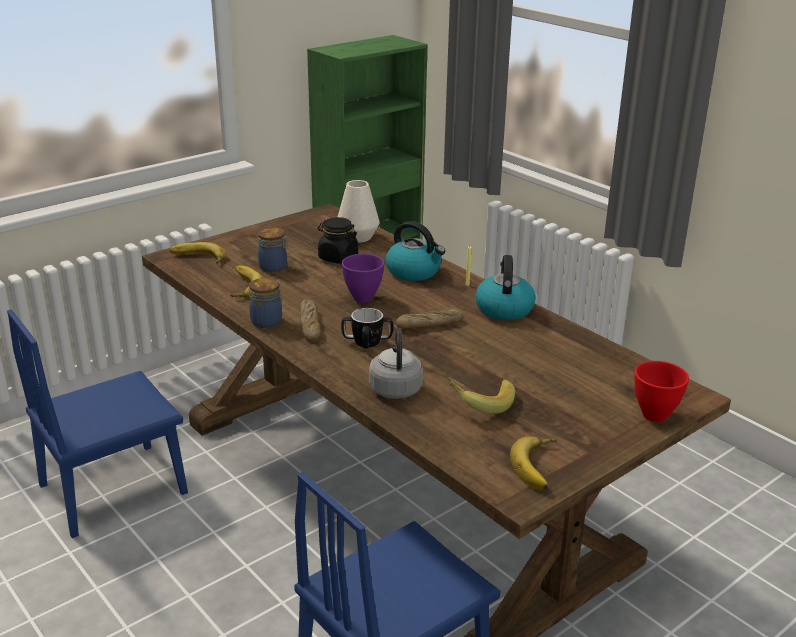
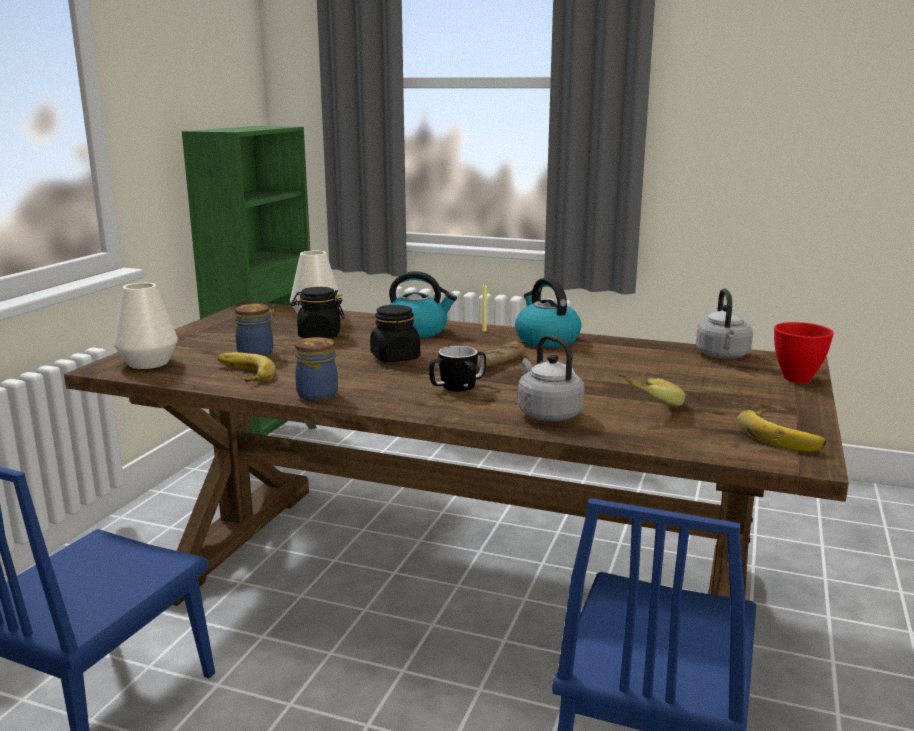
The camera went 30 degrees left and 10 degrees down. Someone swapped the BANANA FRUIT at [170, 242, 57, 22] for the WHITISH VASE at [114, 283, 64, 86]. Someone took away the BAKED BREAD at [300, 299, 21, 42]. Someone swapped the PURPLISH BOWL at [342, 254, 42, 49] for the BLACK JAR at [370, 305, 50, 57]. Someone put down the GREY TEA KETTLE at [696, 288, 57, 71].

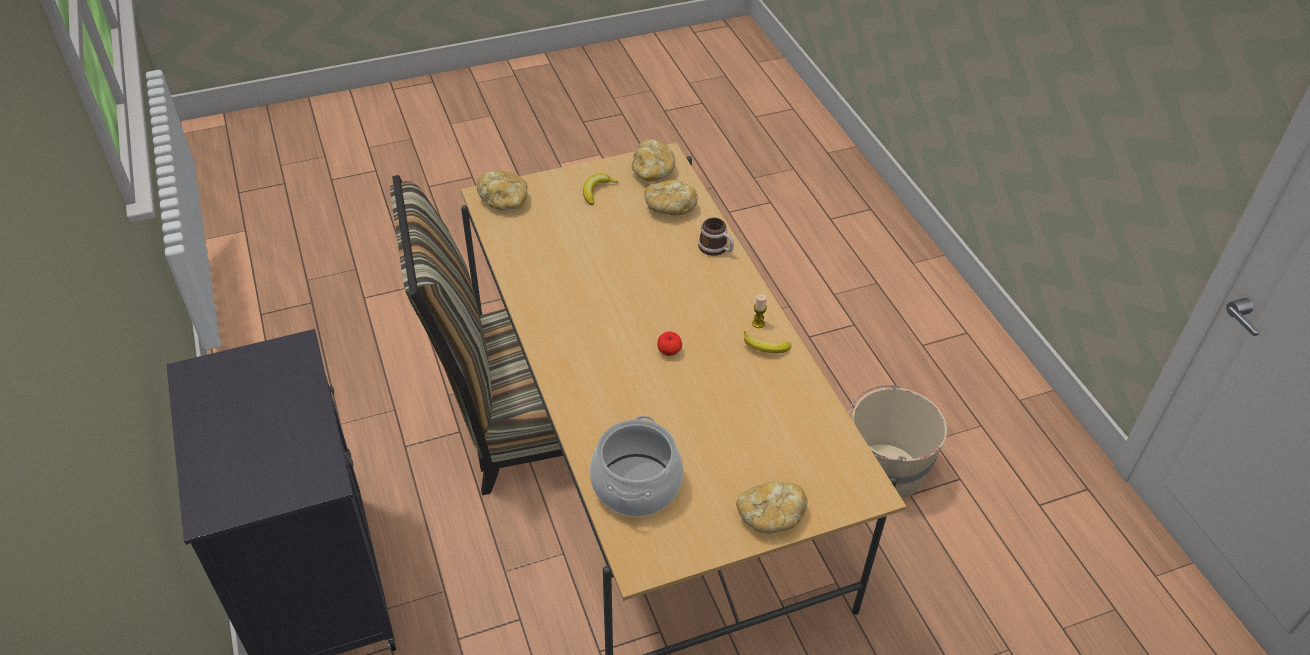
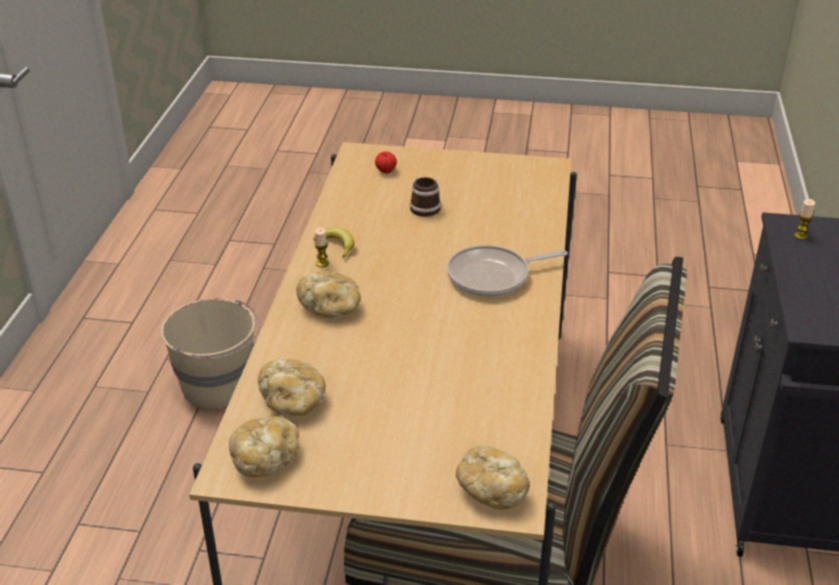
The camera went 150 degrees left and 10 degrees down. Someone took away the BANANA FRUIT at [583, 174, 36, 31]. Someone took away the COOKING POT at [590, 415, 94, 102]. Someone carried the WHOLE APPLE from [657, 331, 25, 25] to [375, 151, 22, 22]. Someone carried the MUG from [698, 218, 36, 38] to [410, 177, 31, 40]. Someone carried the BAKED BREAD from [736, 481, 72, 52] to [296, 271, 65, 47]. Someone put down the FRYING PAN at [447, 245, 121, 52]. Someone put down the CANDLE at [794, 199, 21, 41].

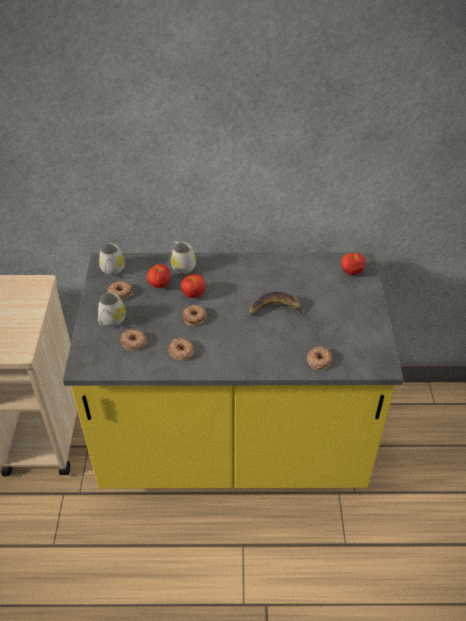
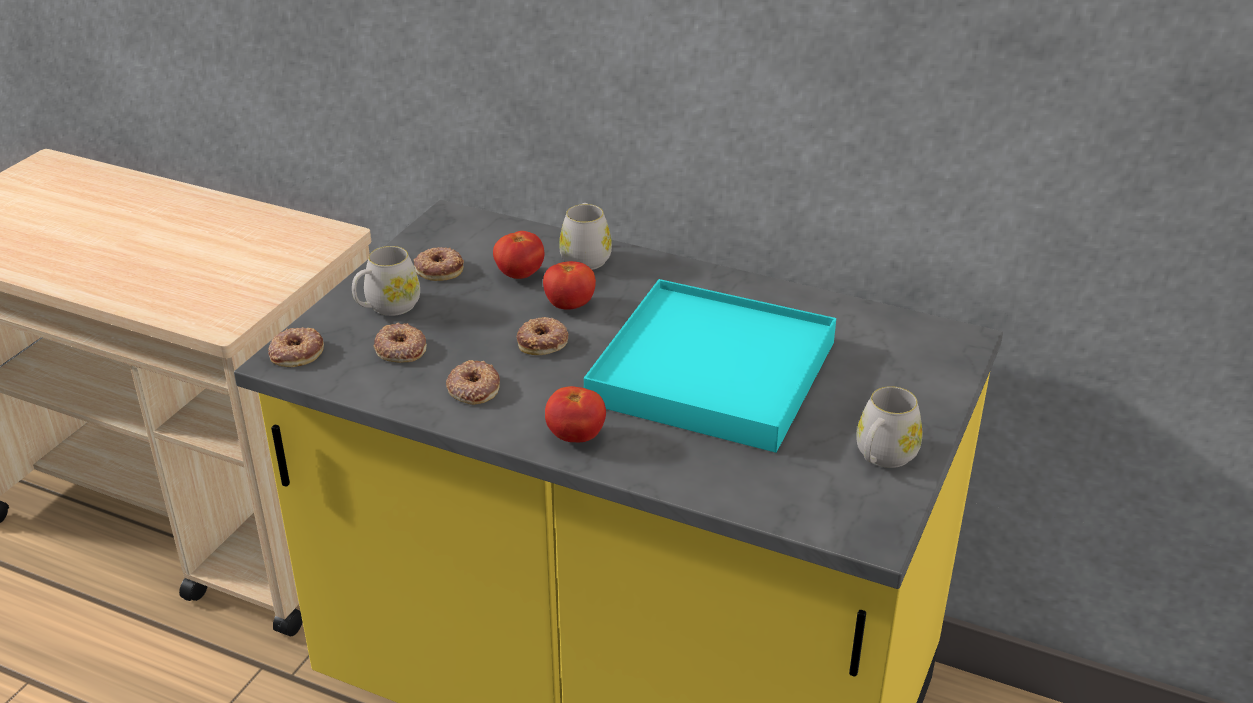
The camera went 25 degrees right and 10 degrees down. Someone carried the WHITISH MUG from [99, 243, 26, 32] to [856, 386, 66, 82]. Someone swapped the BANANA FRUIT at [250, 292, 54, 26] for the TURQUOISE TRAY at [584, 279, 252, 174]. Someone carried the DONUT from [306, 346, 26, 24] to [268, 327, 56, 40]. Someone carried the FRESH TOMATO from [341, 253, 25, 22] to [545, 386, 61, 56].

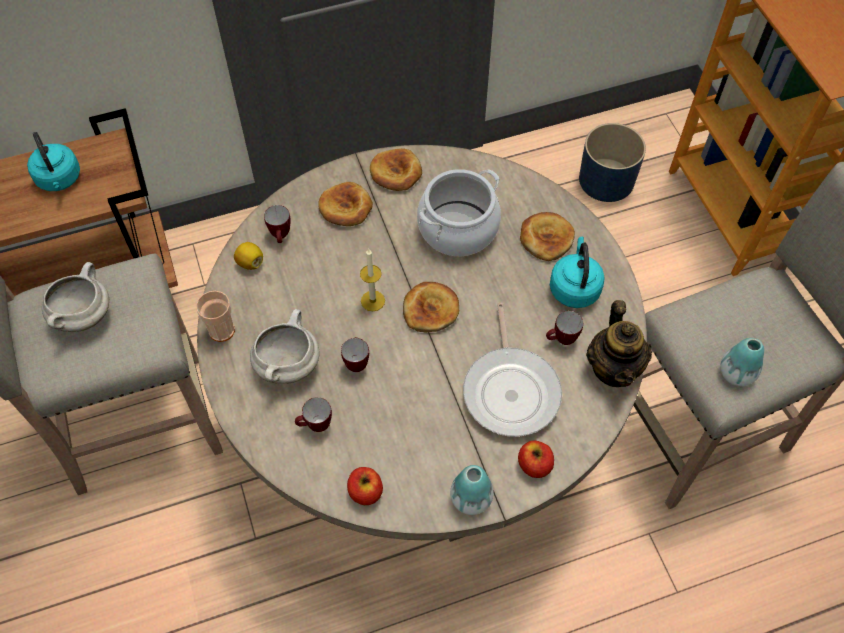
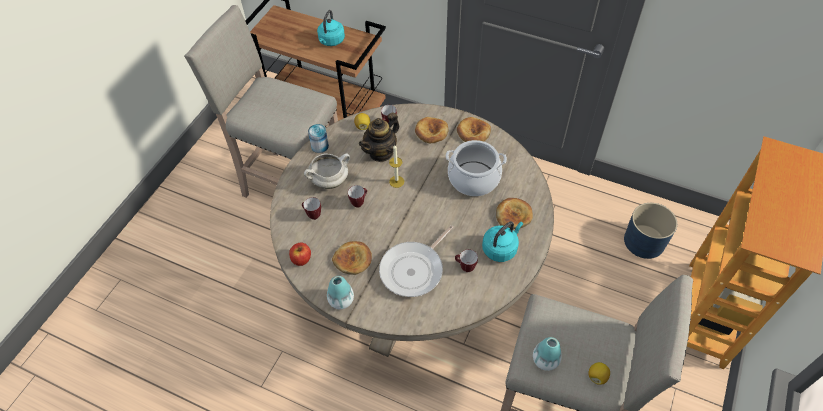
The camera went 45 degrees right and 5 degrees down. Someone took away the WHITISH COOKING POT at [42, 262, 67, 70]. Someone swapped the DRINKING CUP at [196, 291, 39, 51] for the SEALED CAN at [308, 124, 21, 29]. Someone carried the BAKED BREAD from [403, 282, 56, 50] to [332, 241, 40, 34]. Someone took away the WHOLE APPLE at [518, 441, 36, 37]. Someone carried the TEAPOT from [586, 300, 66, 87] to [359, 112, 41, 50]. Someone put down the LEMON at [588, 362, 22, 23].

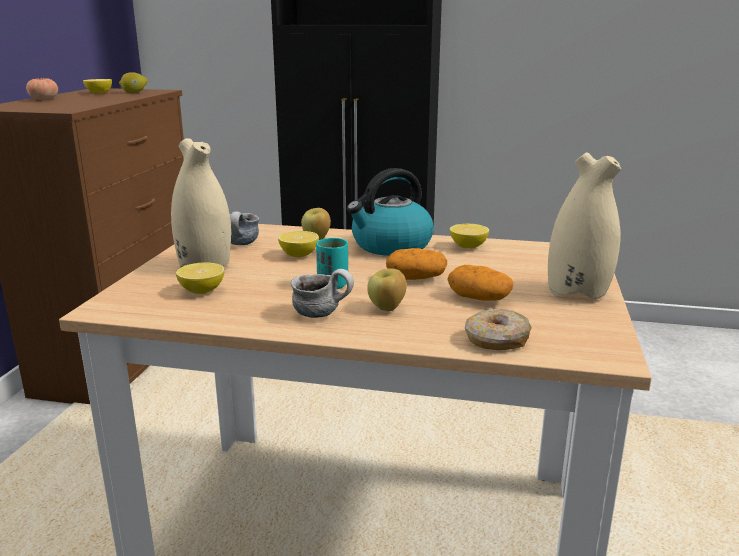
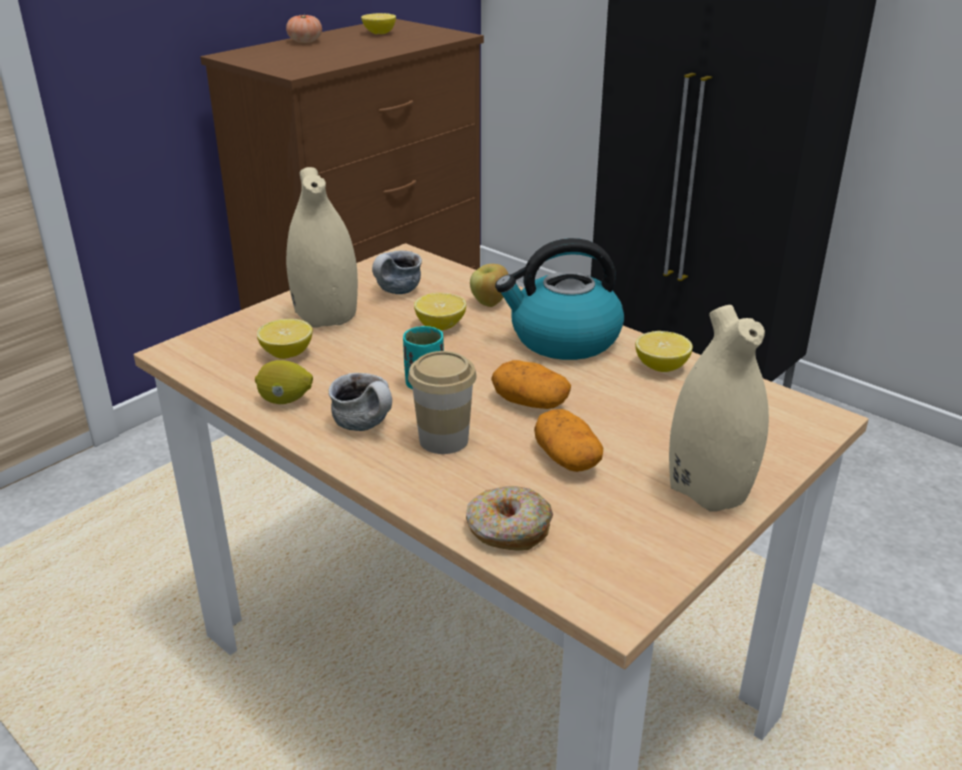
The camera went 30 degrees right and 10 degrees up. Someone carried the LEMON from [119, 72, 28, 21] to [255, 360, 58, 44]. Someone swapped the WHOLE APPLE at [367, 269, 40, 42] for the DRINKING CUP at [408, 351, 69, 103].

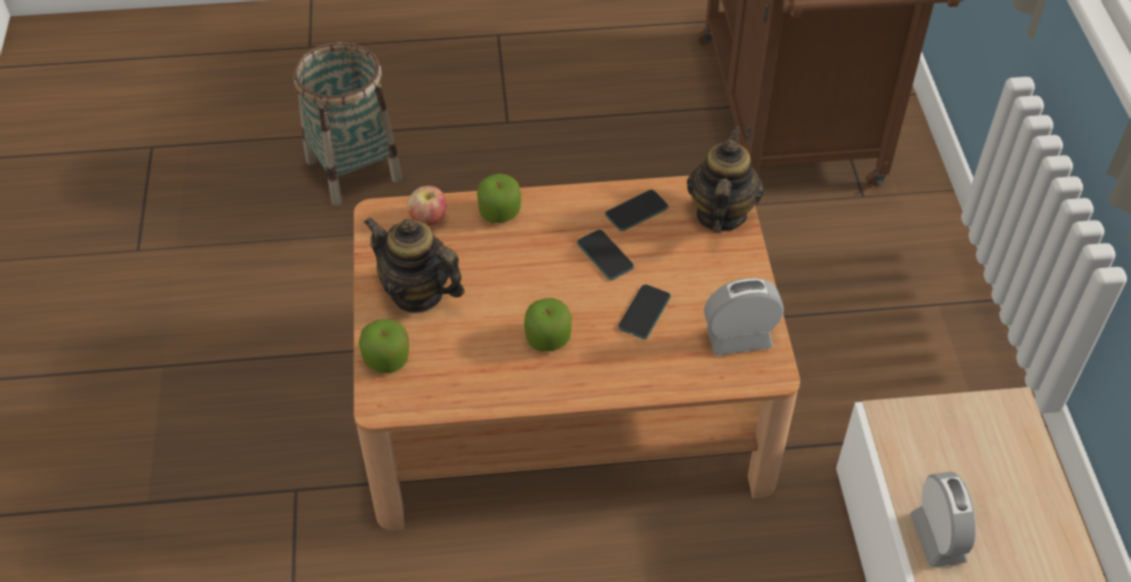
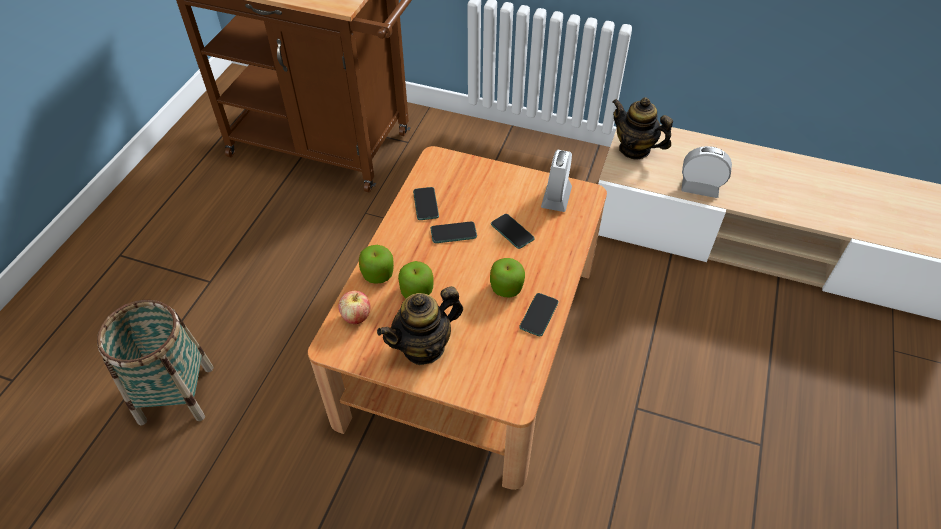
The camera went 65 degrees left and 0 degrees up. Someone carried the WHOLE APPLE from [359, 319, 50, 54] to [398, 261, 36, 37]. Someone carried the TEAPOT from [687, 126, 77, 107] to [612, 97, 61, 62]. Someone put down the HANDSET at [519, 293, 39, 43].

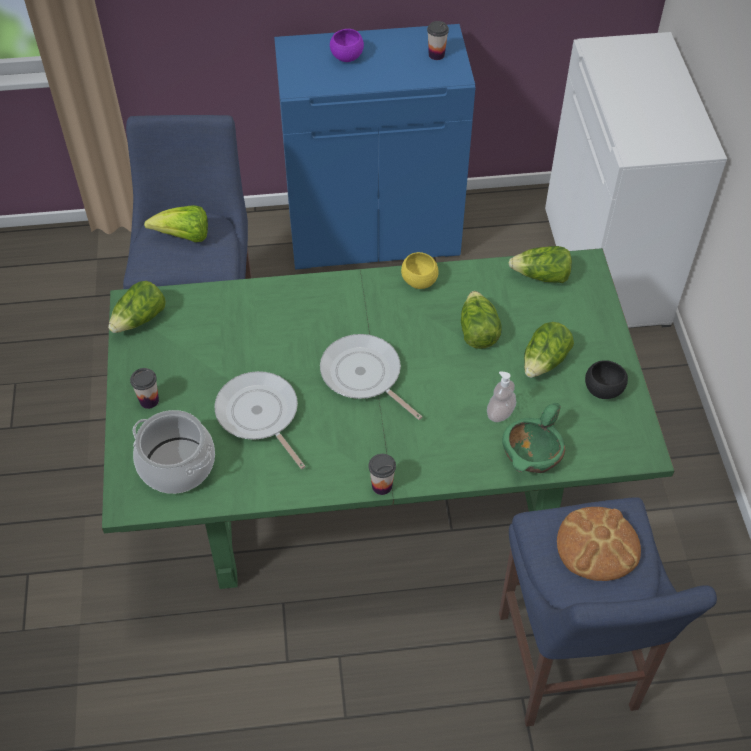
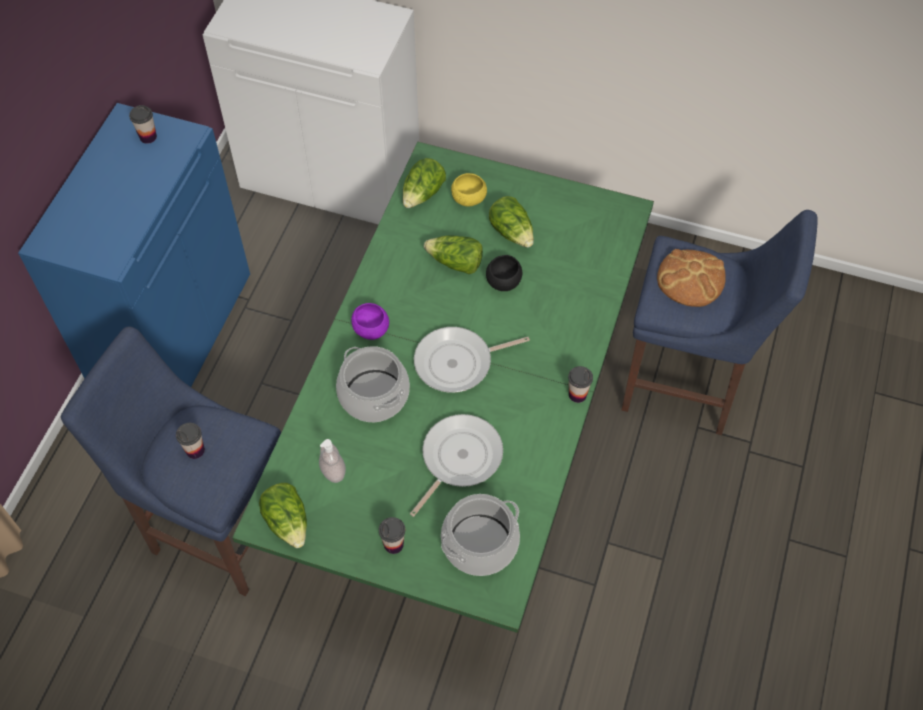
The camera went 65 degrees left and 5 degrees up. Someone swapped the LETTUCE at [144, 205, 64, 37] for the DRINKING CUP at [176, 423, 29, 36]. Someone rotated the FRYING PAN at [215, 371, 91, 98] by 135 degrees clockwise. Someone carried the PURPLISH BOWL from [330, 29, 34, 33] to [351, 303, 38, 37]. Someone carried the YELLOW-COLOURED BOWL from [401, 252, 38, 37] to [451, 173, 36, 33]. Someone carried the SOAP DISPENSER from [487, 371, 29, 51] to [319, 439, 27, 44]. Someone took away the GREEN BOWL at [502, 403, 63, 70]. Someone carried the BLACK BOWL from [585, 360, 43, 39] to [486, 255, 36, 36]. Someone put down the COOKING POT at [336, 346, 74, 76].

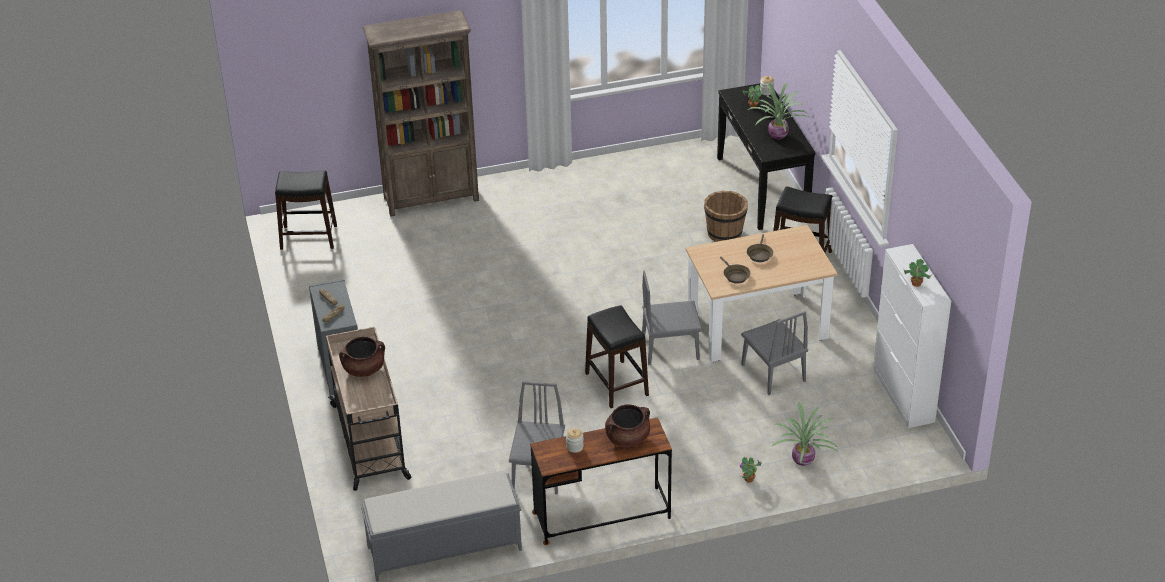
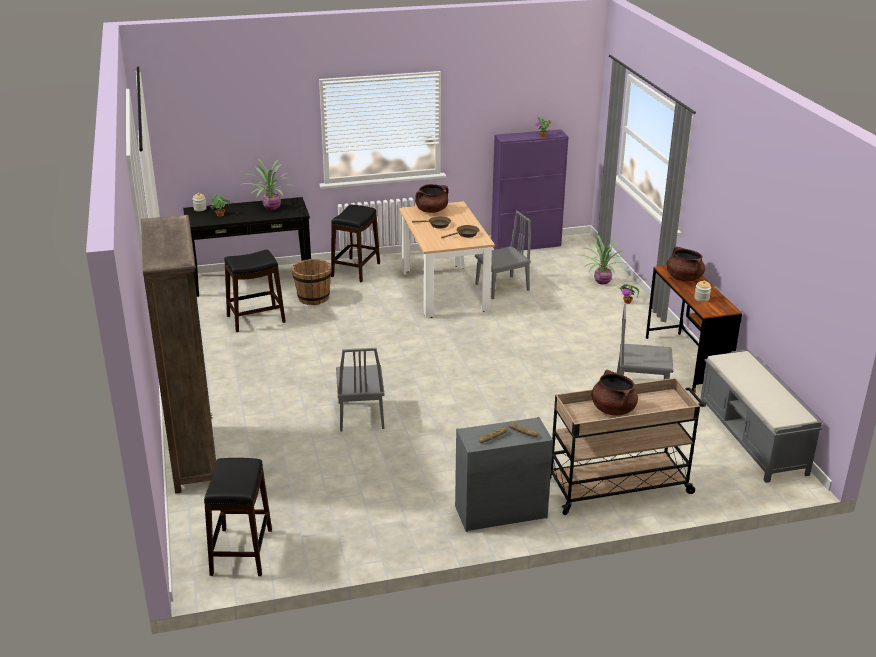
The camera went 90 degrees left and 10 degrees down. Someone carried the BLACK STOOL SEAT from [585, 305, 64, 103] to [224, 249, 62, 83]. Someone carried the GREY PLAIN CHAIR from [642, 271, 60, 94] to [336, 348, 48, 84]. Someone repainted the WHITISH CUPBOARD at [873, 244, 78, 184], which became the PURPLISH CUPBOARD at [491, 129, 78, 122]. Someone put down the BROWN COOKING POT at [415, 184, 34, 29].

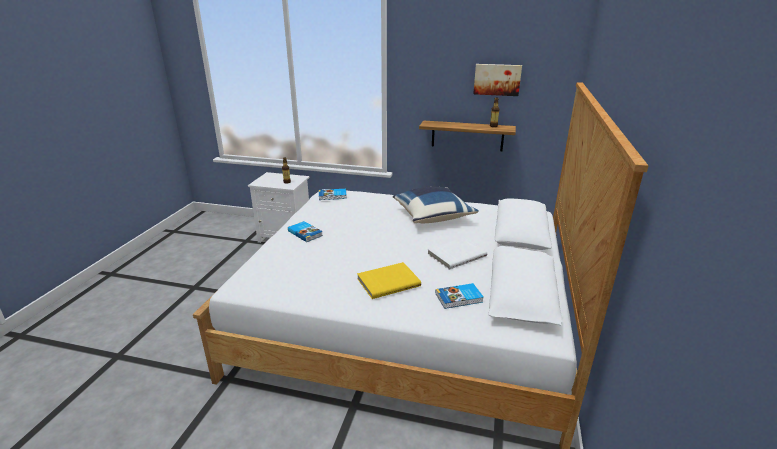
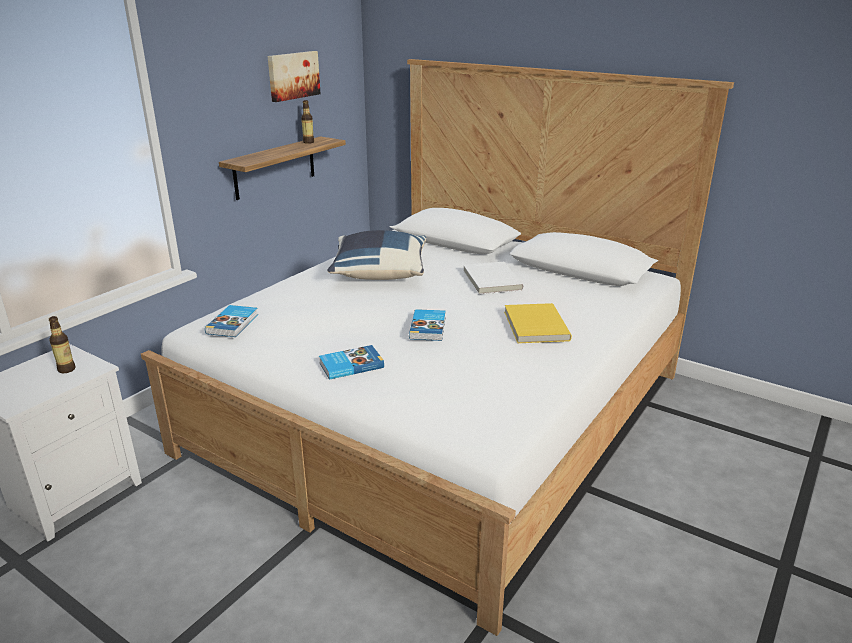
The camera went 70 degrees left and 0 degrees up. Someone carried the VOLUME from [436, 283, 47, 26] to [409, 309, 36, 32].

